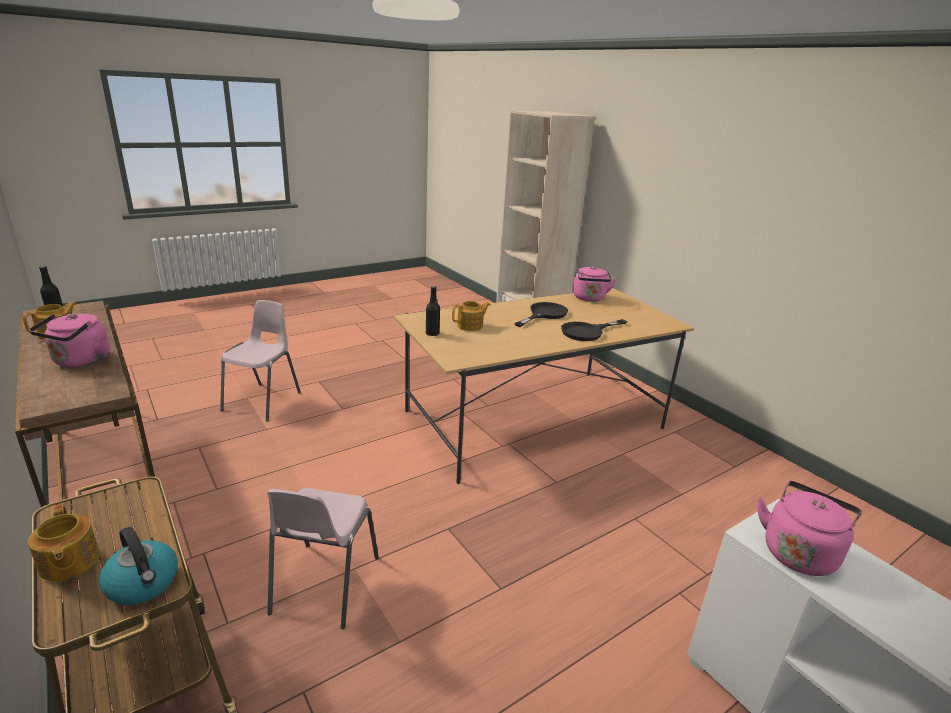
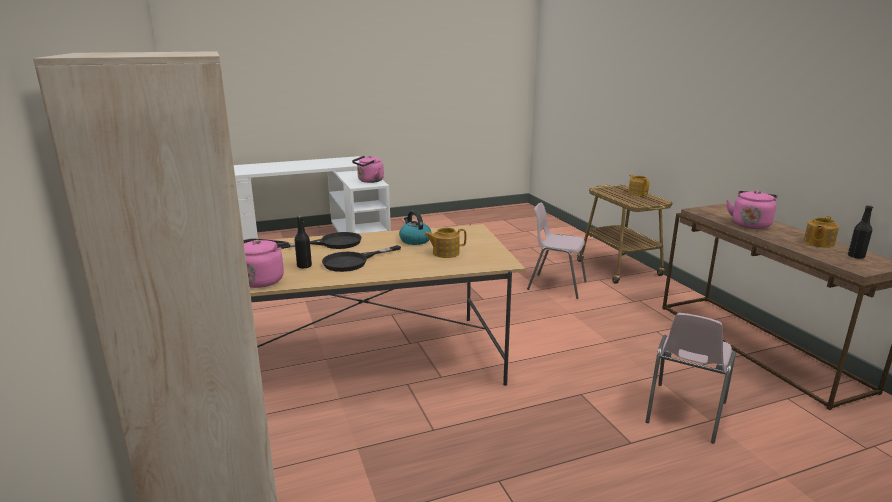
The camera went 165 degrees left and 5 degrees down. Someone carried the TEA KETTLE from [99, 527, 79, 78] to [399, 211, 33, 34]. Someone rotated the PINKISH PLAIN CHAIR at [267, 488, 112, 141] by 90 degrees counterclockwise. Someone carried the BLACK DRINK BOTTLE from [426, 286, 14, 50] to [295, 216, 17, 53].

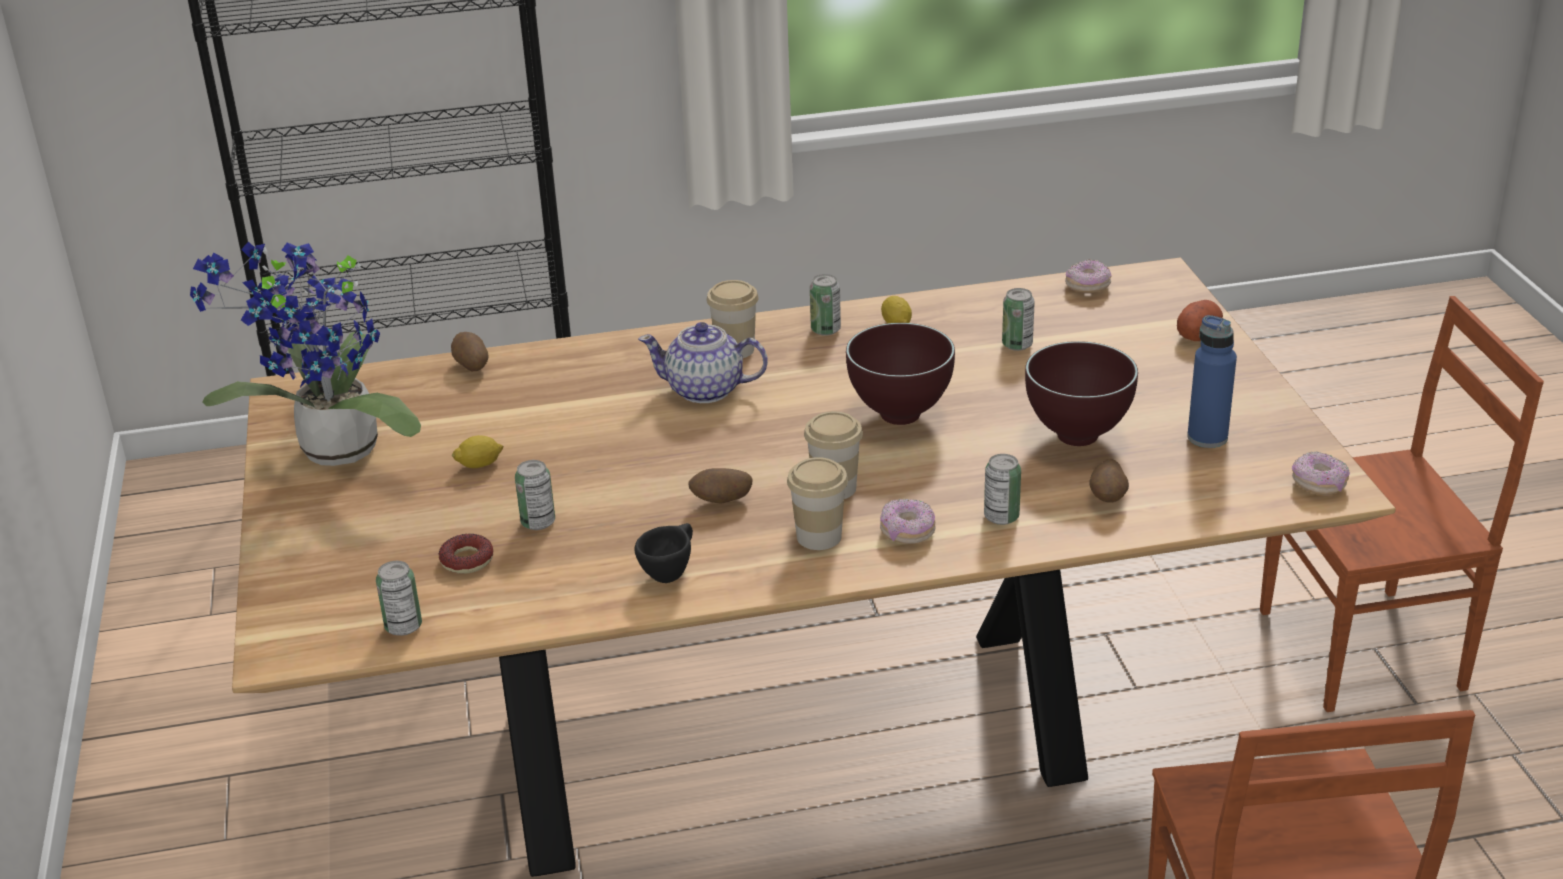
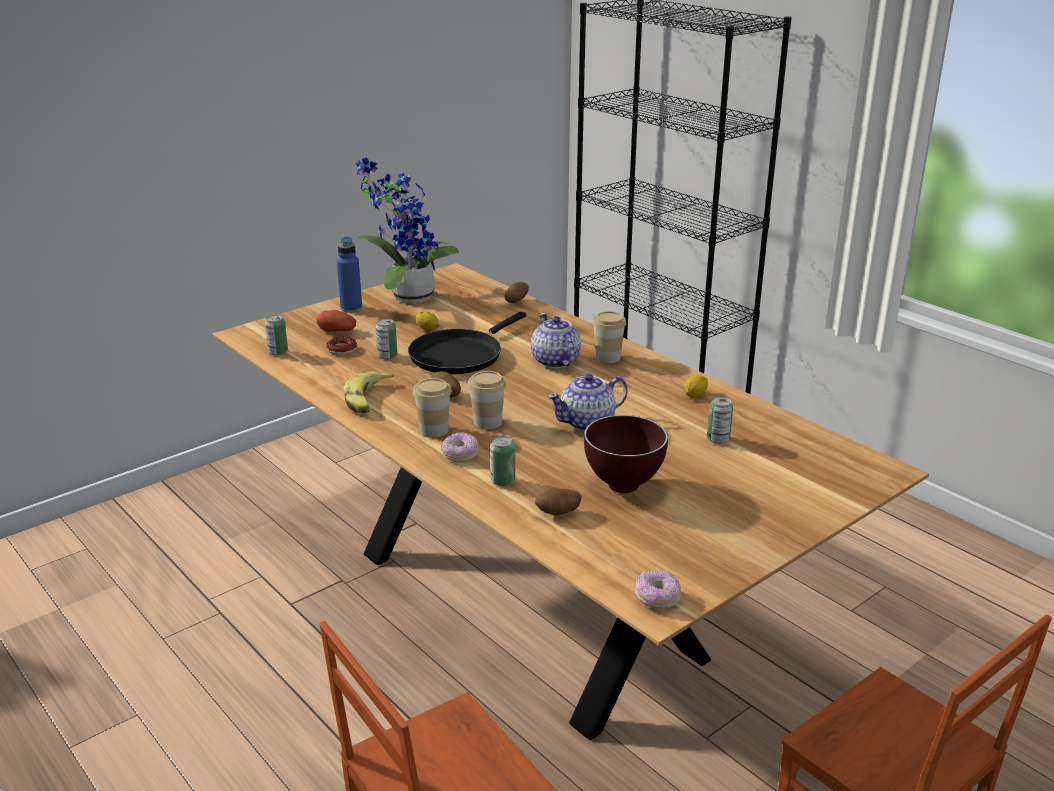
The camera went 60 degrees right and 5 degrees down. Someone swapped the BLACK DRINKING CUP at [635, 523, 58, 60] for the BANANA FRUIT at [344, 371, 50, 43]. Someone took away the SEALED CAN at [810, 274, 31, 62]. Someone swapped the BROWN BOWL at [846, 323, 109, 102] for the TEAPOT at [547, 373, 81, 58]. Someone took away the DONUT at [1065, 259, 47, 34]. Someone carried the SPUD from [1177, 300, 46, 41] to [316, 310, 40, 22]. Someone carried the BLUISH DRINK BOTTLE from [1187, 315, 50, 133] to [337, 236, 25, 77]. Someone put down the BLACK FRYING PAN at [408, 312, 118, 62].

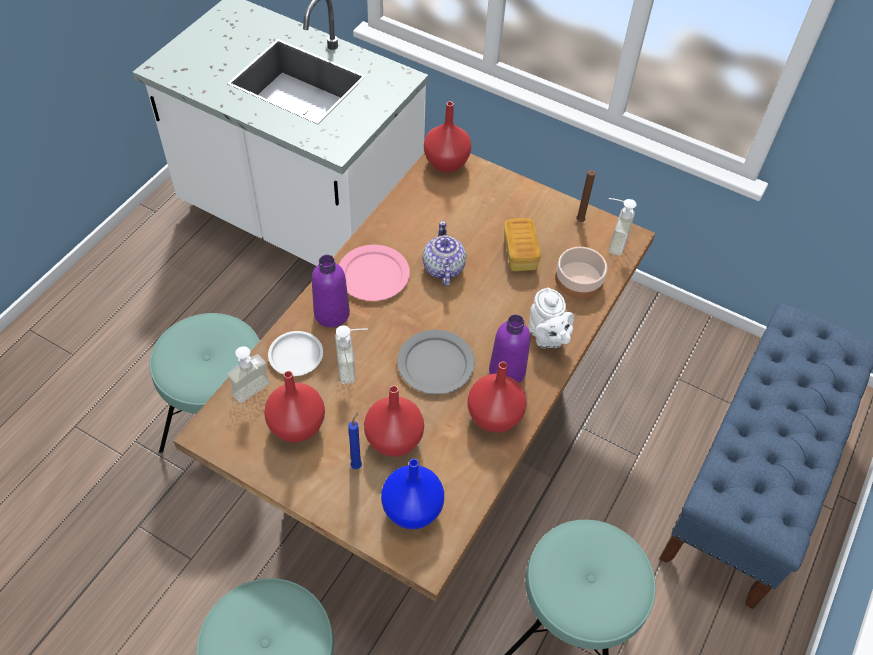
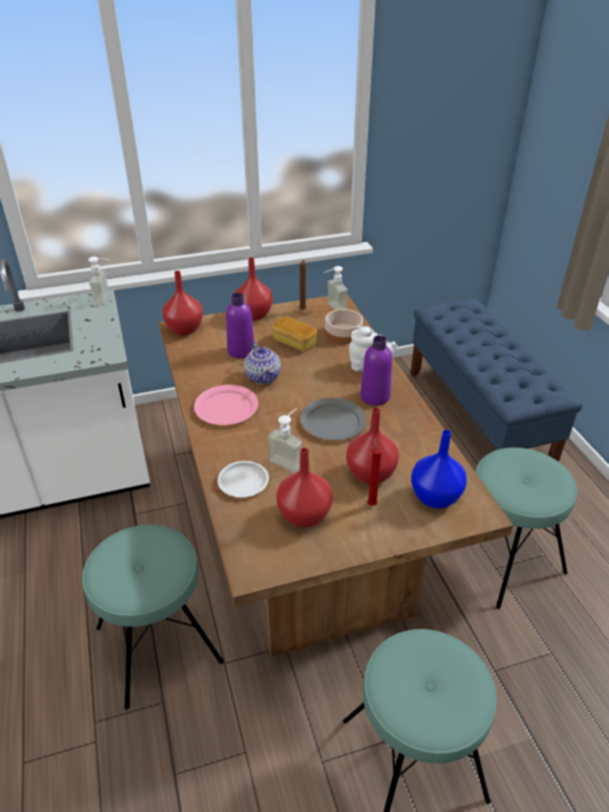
The camera went 45 degrees left and 15 degrees down. Someone carried the SOAP DISPENSER from [227, 346, 43, 57] to [88, 256, 22, 50]. Someone carried the PURPLISH DRINK BOTTLE from [312, 255, 38, 72] to [226, 293, 28, 65]. Someone repainted the BLUISH CANDLE at [348, 412, 14, 57], which became the REDDISH CANDLE at [367, 438, 15, 68]. Someone rotated the TEAPOT at [423, 221, 43, 65] by 150 degrees counterclockwise. Someone carried the REDDISH VASE from [467, 362, 60, 71] to [235, 257, 38, 64].

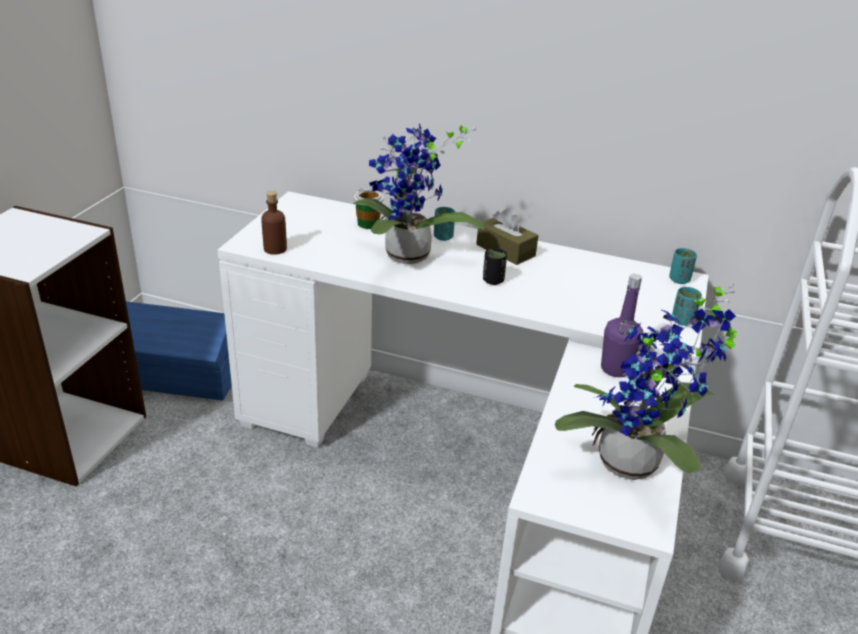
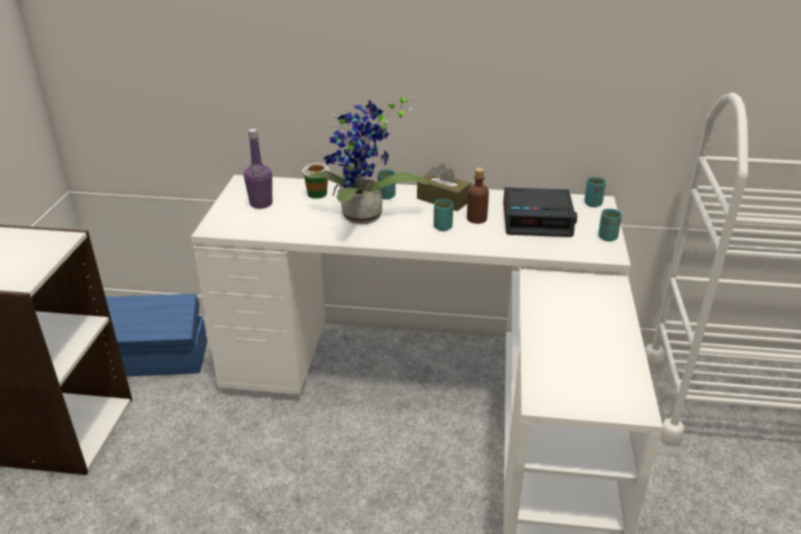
The camera went 10 degrees left and 0 degrees up. Someone carried the BROWN DRINK BOTTLE from [261, 191, 26, 64] to [467, 168, 22, 56]. Someone repainted the BLACK DRINKING CUP at [483, 248, 24, 37], which became the TURQUOISE DRINKING CUP at [434, 199, 19, 32]. Someone took away the HOUSEPLANT at [555, 283, 182, 197]. Someone carried the PURPLISH DRINK BOTTLE from [601, 274, 42, 103] to [244, 129, 28, 80]. Someone put down the ALARM CLOCK at [503, 187, 74, 50].

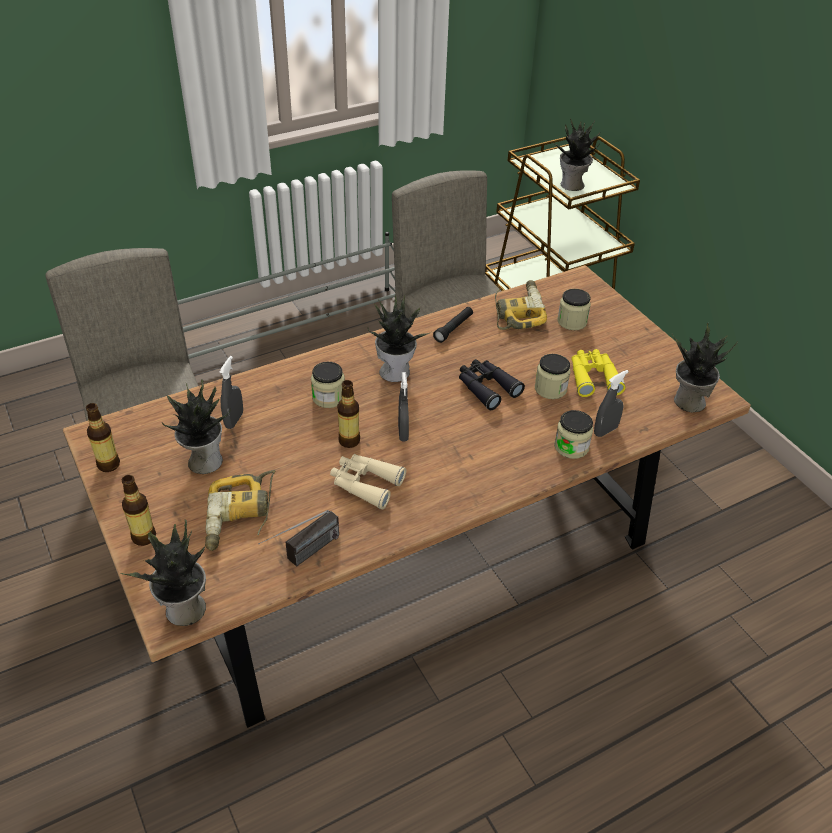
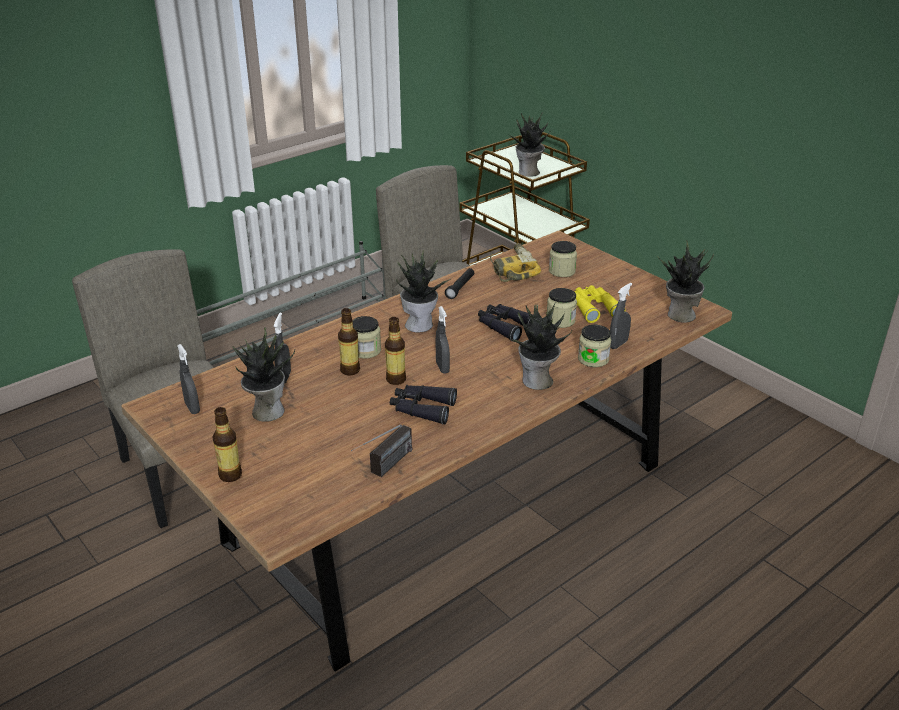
The camera went 10 degrees left and 10 degrees down. Someone carried the DRINK BOTTLE from [86, 403, 34, 69] to [338, 308, 22, 68]. Someone carried the HOUSEPLANT from [121, 520, 85, 106] to [511, 302, 61, 88]. Someone took away the ELECTRIC DRILL at [205, 470, 70, 81]. Someone repainted the BEIGE FIELD GLASSES at [330, 454, 76, 56], which became the BLACK FIELD GLASSES at [390, 385, 67, 39]. Someone put down the GREY HAND SPRAYER at [177, 344, 23, 70].

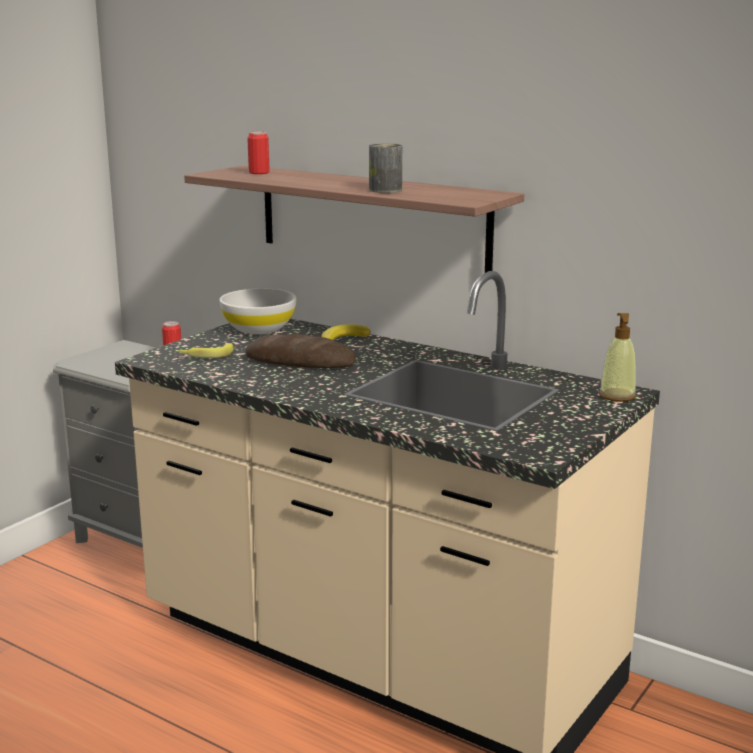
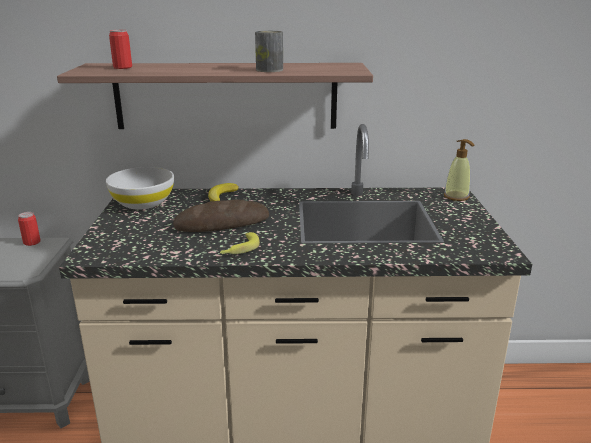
The camera went 35 degrees left and 5 degrees up. Someone carried the BANANA FRUIT from [178, 343, 55, 15] to [220, 232, 40, 22].

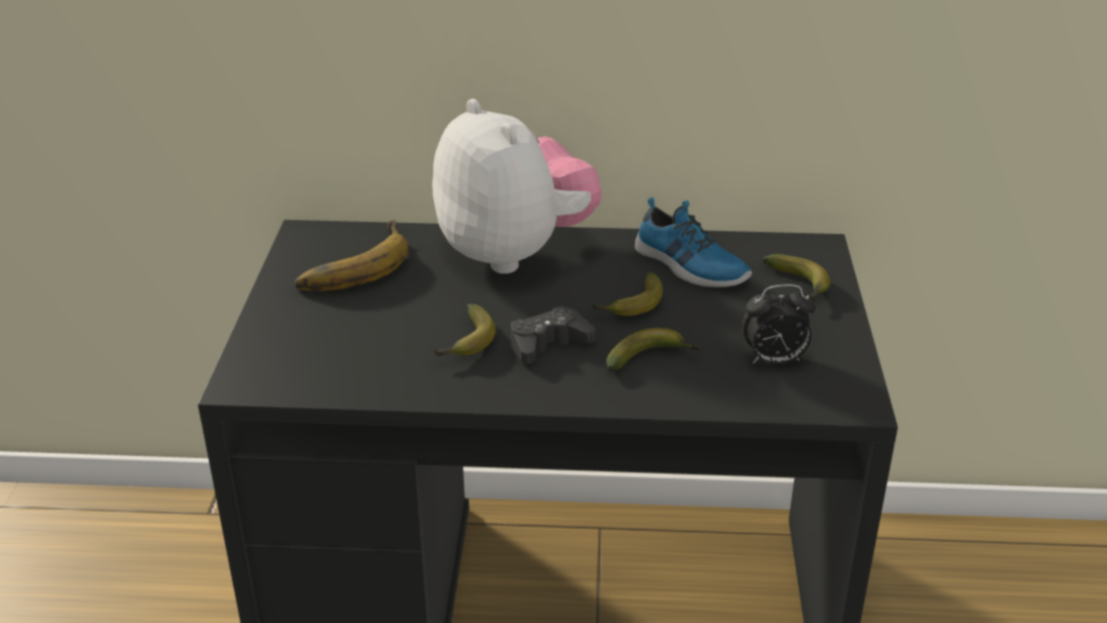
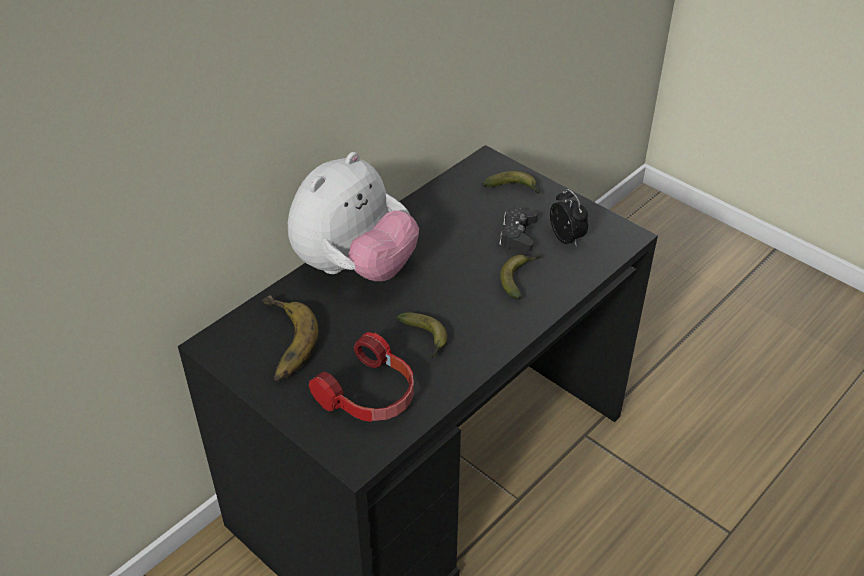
The camera went 50 degrees left and 10 degrees up. Someone rotated the SOFT TOY at [432, 99, 169, 175] by 120 degrees clockwise. Someone carried the BLACK GAME CONTROLLER from [511, 306, 84, 57] to [499, 208, 39, 43]. Someone took away the BANANA FRUIT at [592, 271, 71, 45]. Someone took away the SHOE at [635, 197, 117, 90]. Someone rotated the ALARM CLOCK at [742, 284, 74, 80] by 60 degrees counterclockwise. Someone put down the PAIR OF HEADPHONES at [309, 332, 105, 90].

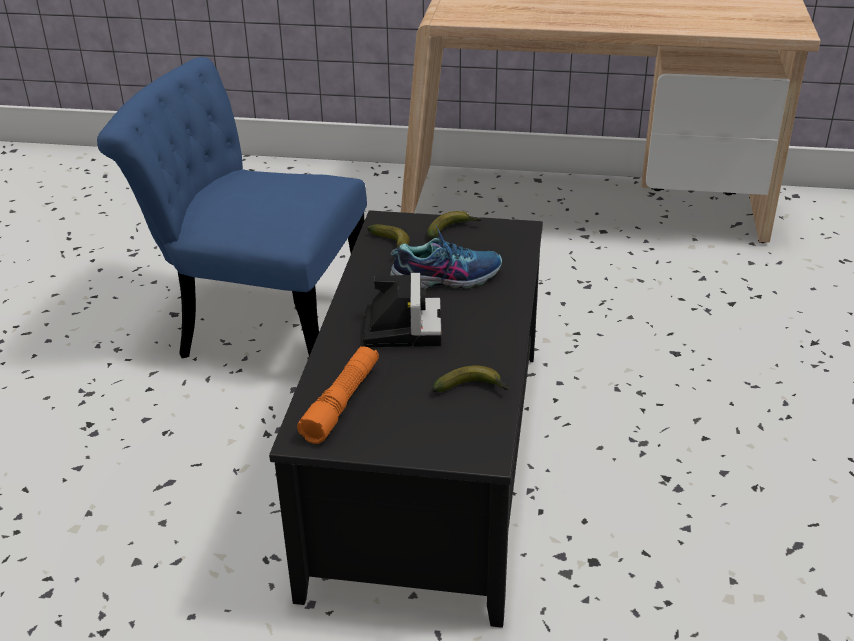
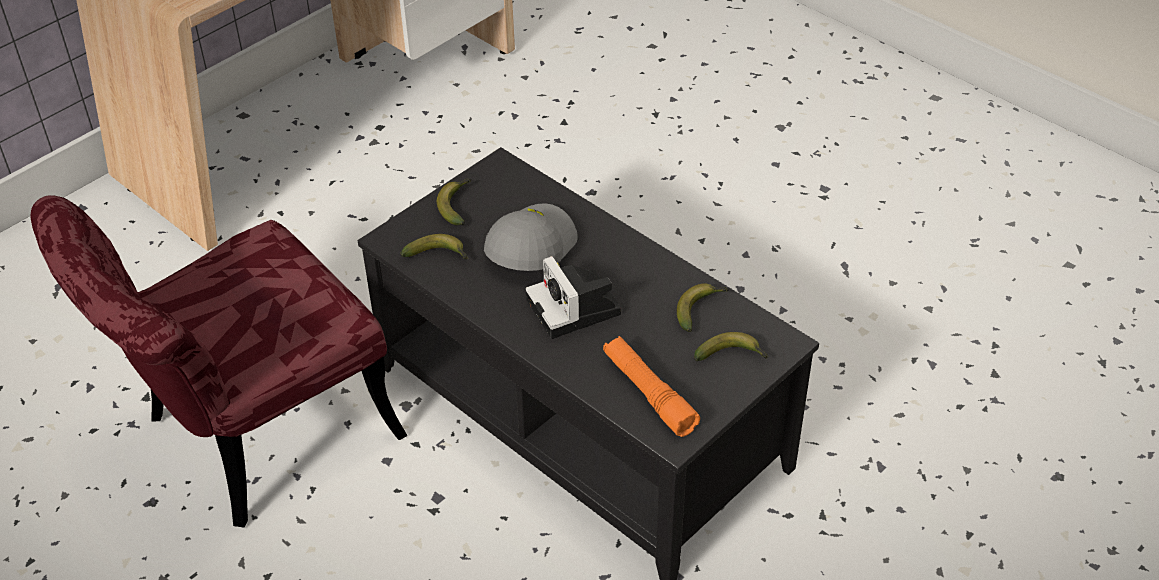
The camera went 55 degrees left and 10 degrees up. Someone repainted the BLUISH PLAIN CHAIR at [97, 57, 270, 301], which became the REDDISH PLAIN CHAIR at [31, 195, 377, 332]. Someone rotated the STILL CAMERA at [362, 273, 79, 74] by 150 degrees counterclockwise. Someone swapped the SHOE at [390, 225, 112, 64] for the GREY PEAKED CAP at [484, 203, 94, 68]. Someone put down the BANANA FRUIT at [694, 332, 75, 29].

